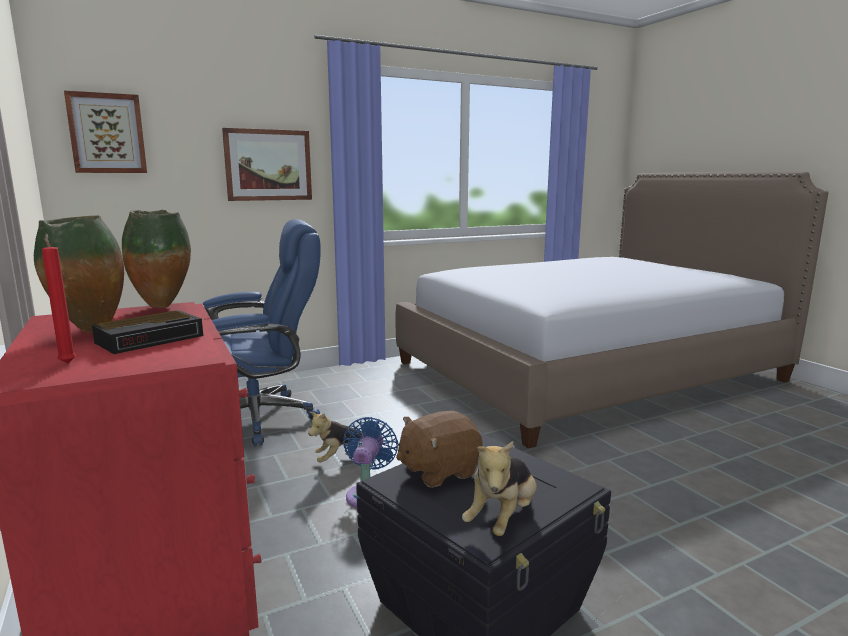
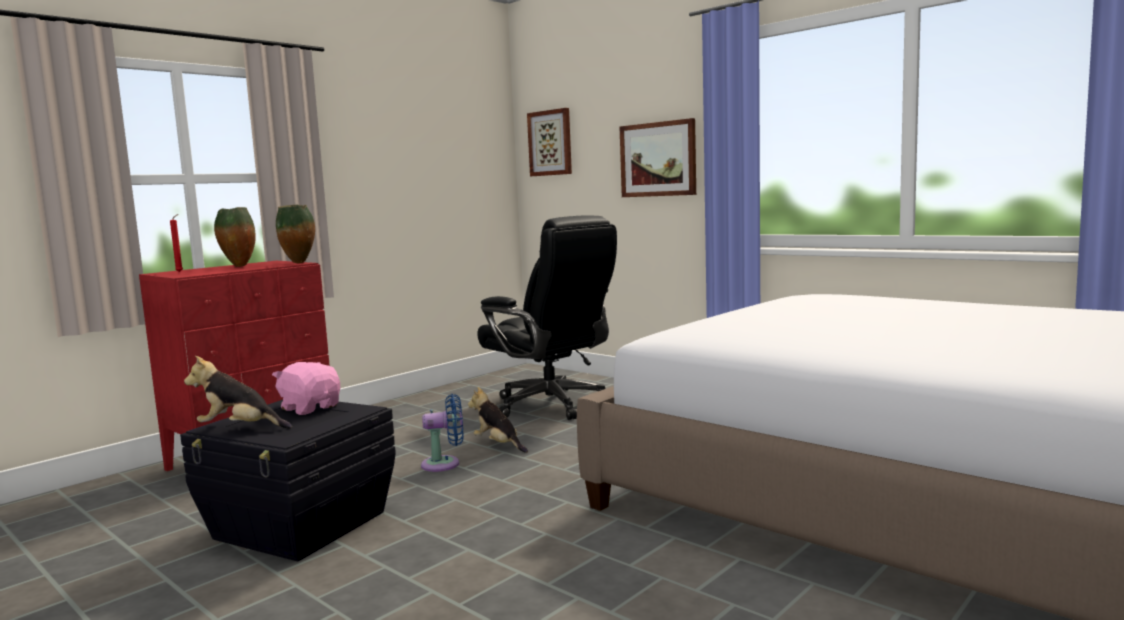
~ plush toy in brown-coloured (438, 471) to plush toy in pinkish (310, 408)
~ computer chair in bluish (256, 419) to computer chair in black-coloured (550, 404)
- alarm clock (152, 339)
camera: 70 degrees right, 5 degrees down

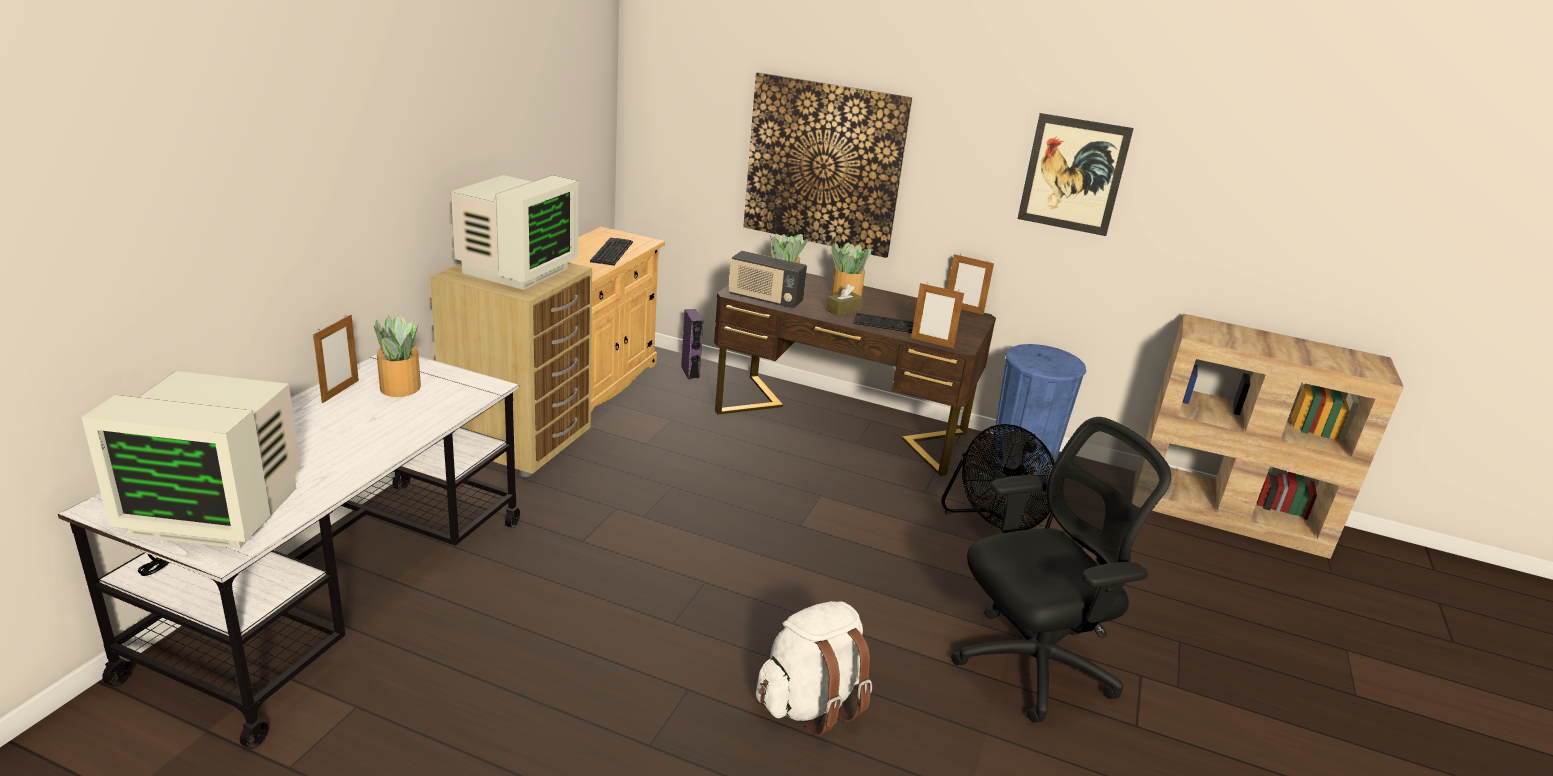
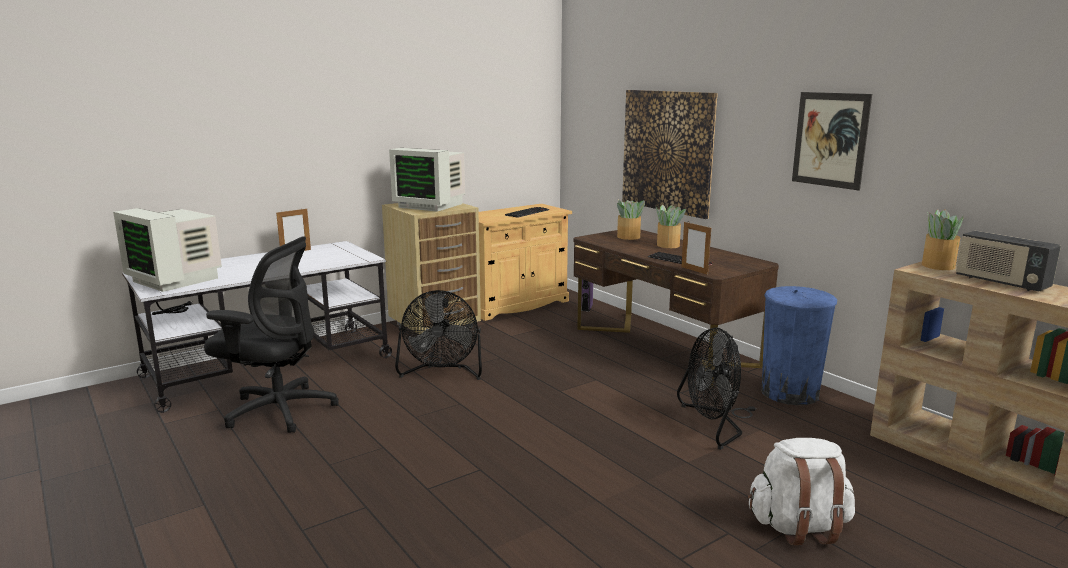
~ computer chair in black-coloured (1026, 669) to (273, 411)
~ computer display (515, 270) = (431, 205) 60 degrees clockwise
+ cooling fan in black-coloured (439, 371)
~ backpack in white-coloured (811, 703) to (799, 527)
~ potted plant (399, 387) to (938, 266)
~ radio set (765, 299) to (1000, 282)
- box of tissues in brown-coloured (843, 310)
- photo frame (963, 309)
camera: 35 degrees right, 10 degrees down

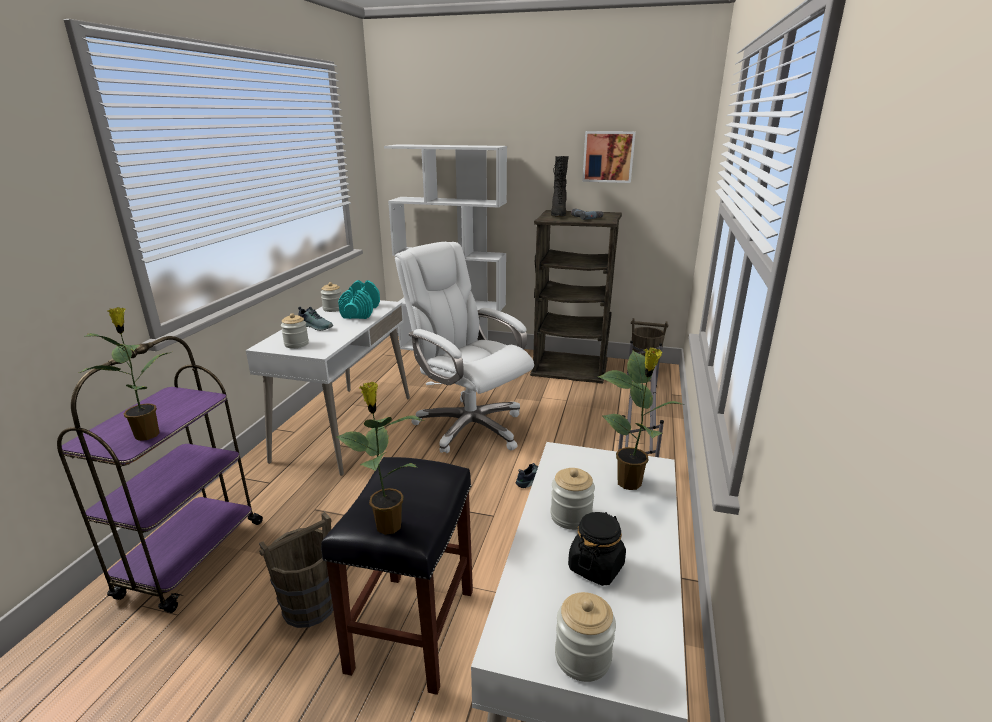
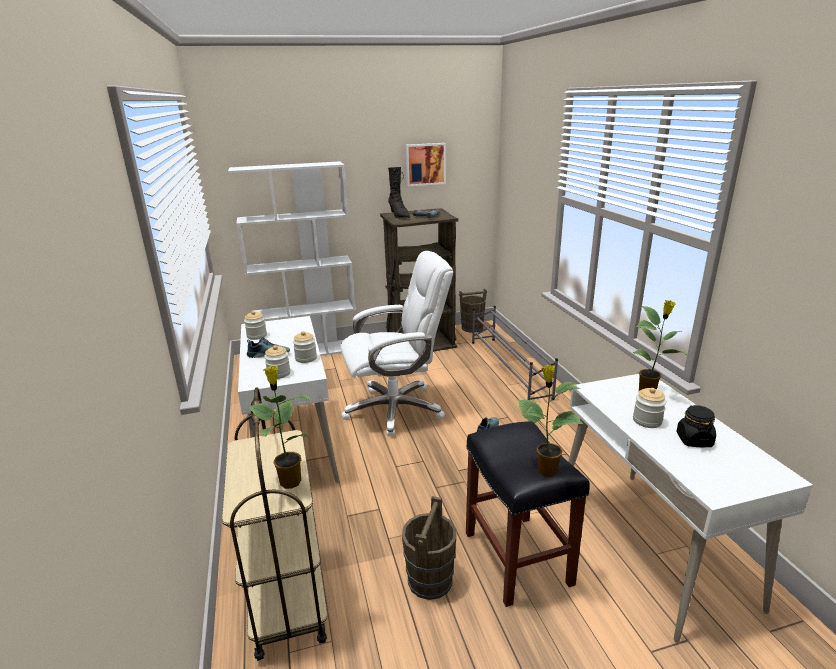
~ trolley in purple-coloured (191, 560) to trolley in sand-coloured (287, 599)
~ jar (582, 657) to (306, 358)
~ computer chair in white-coloured (469, 426) = (396, 409) 150 degrees clockwise
- free weight in turquoise (361, 312)
camera: 30 degrees left, 0 degrees up

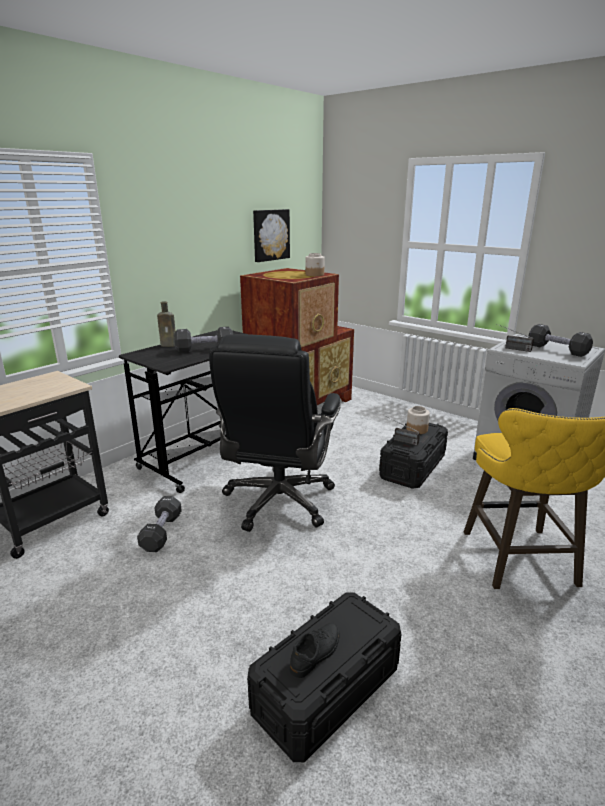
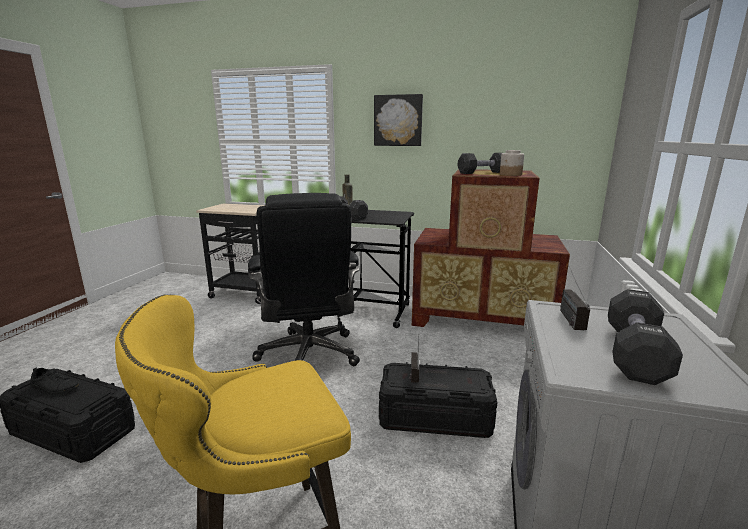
~ computer chair in black-coloured (279, 500) = (309, 354) 90 degrees counterclockwise
~ wall art (270, 235) to (398, 120)
~ free weight in black-coloured (161, 533) to (482, 173)
- jar (416, 429)
camera: 65 degrees right, 5 degrees down

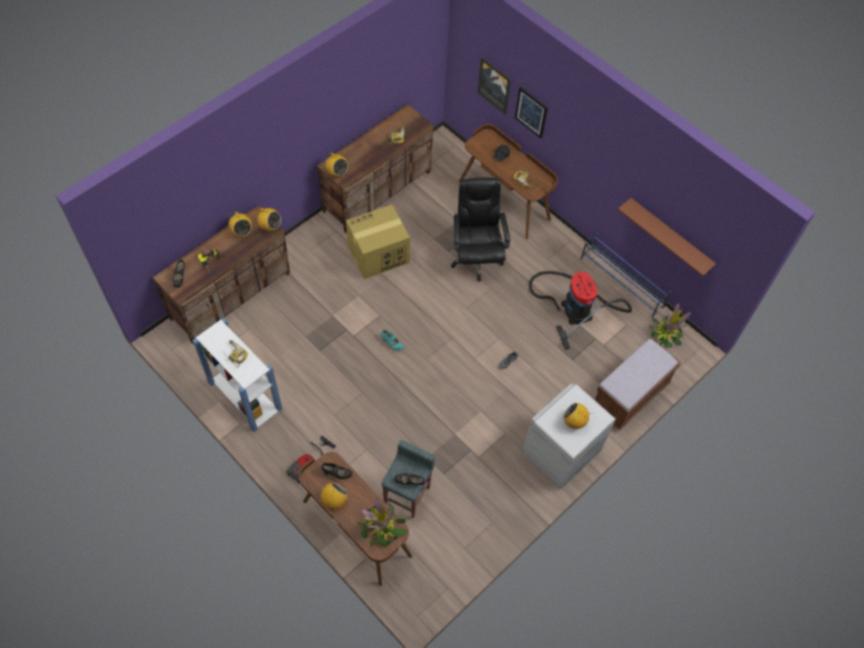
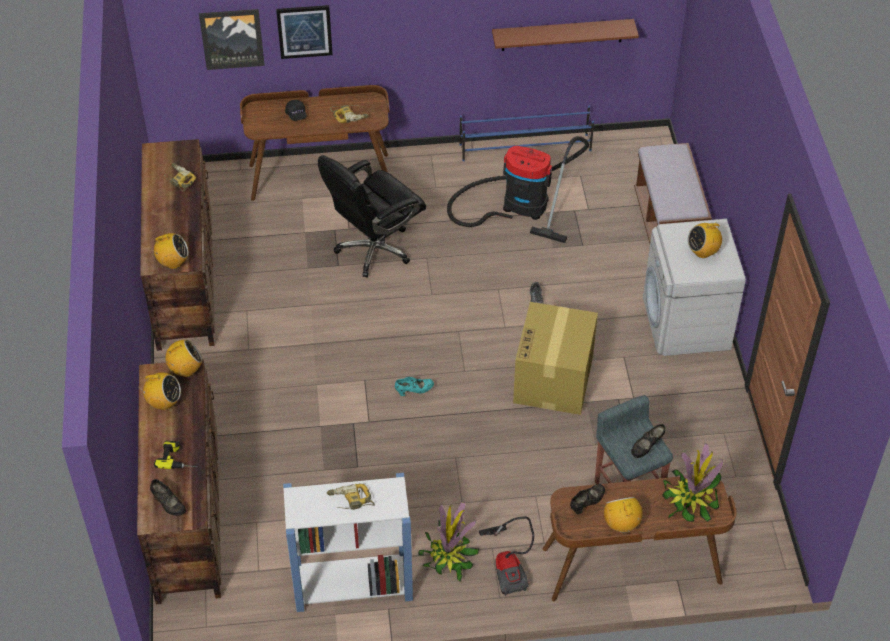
~ computer chair in black-coloured (476, 260) = (375, 248) 75 degrees counterclockwise
~ potted plant (665, 334) to (448, 556)
~ cardboard box (377, 254) to (553, 380)
camera: 50 degrees left, 10 degrees down

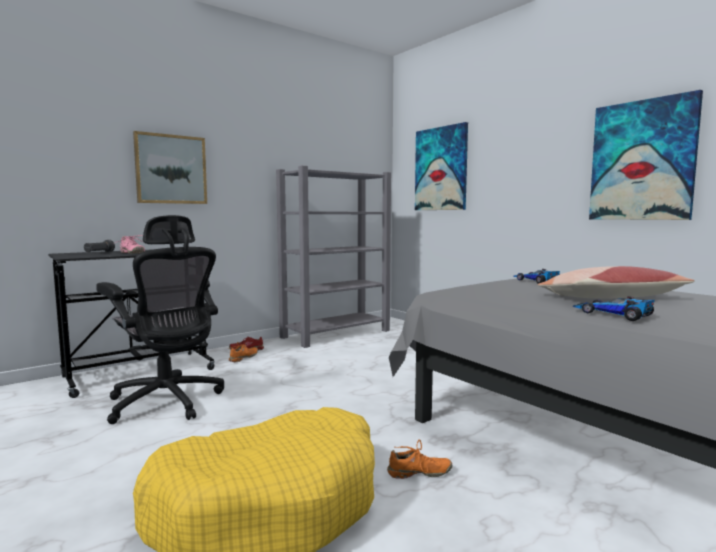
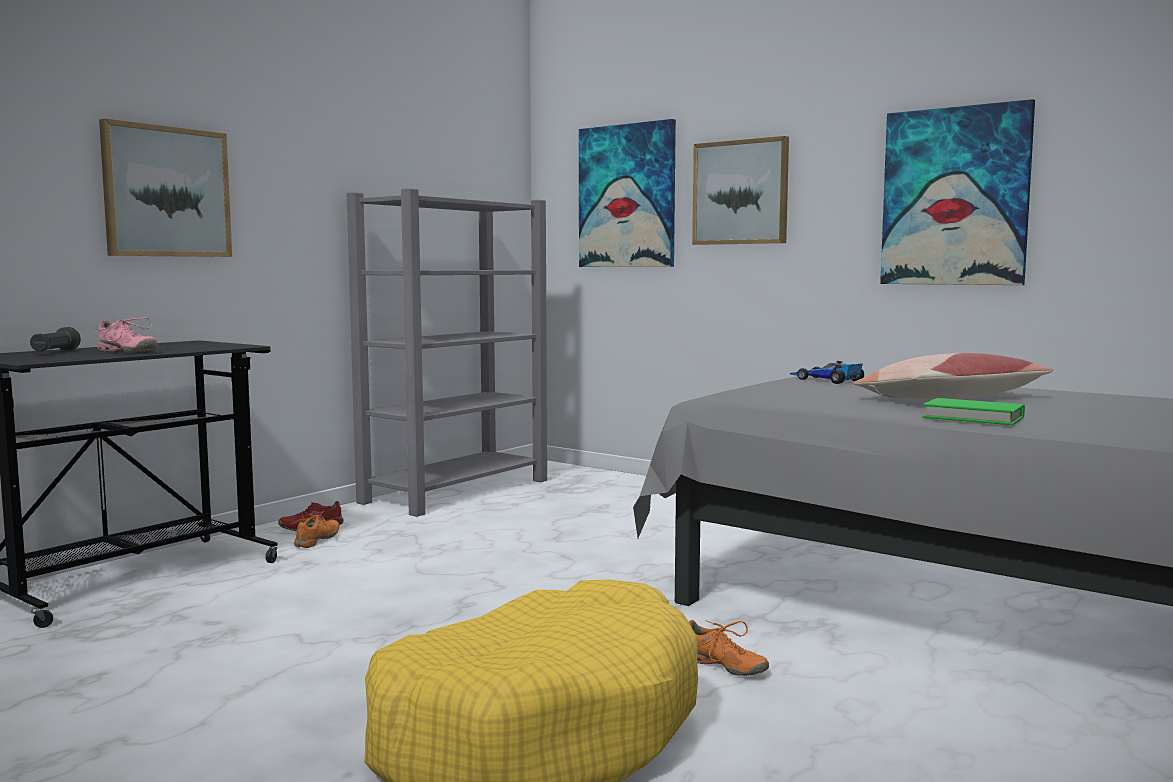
~ shoe in orange-coloured (419, 473) = (723, 666) 60 degrees clockwise
+ wall art (740, 192)
~ toy car (613, 314) to book in greenish (973, 417)
- computer chair (166, 402)
camera: 15 degrees left, 0 degrees up

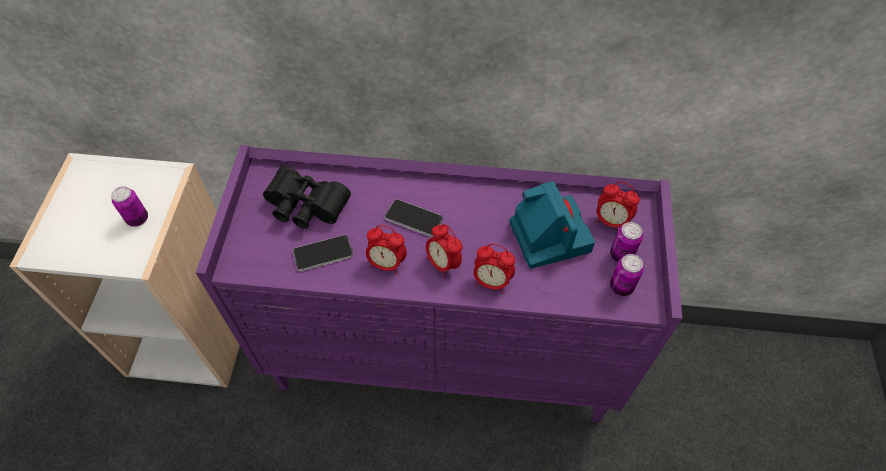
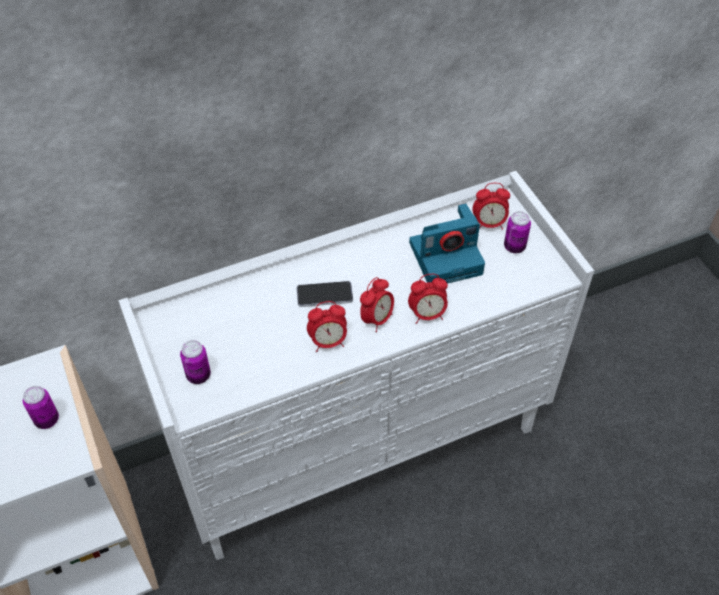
~ dresser in purple-coloured (443, 358) to dresser in white-coloured (359, 447)
~ metal can (621, 286) to (198, 375)
~ alarm clock (443, 263) = (377, 319) 75 degrees counterclockwise
~ still camera (548, 235) = (447, 257) 120 degrees clockwise
- binoculars in black-coloured (305, 208)
- telephone (323, 253)
camera: 30 degrees left, 5 degrees down

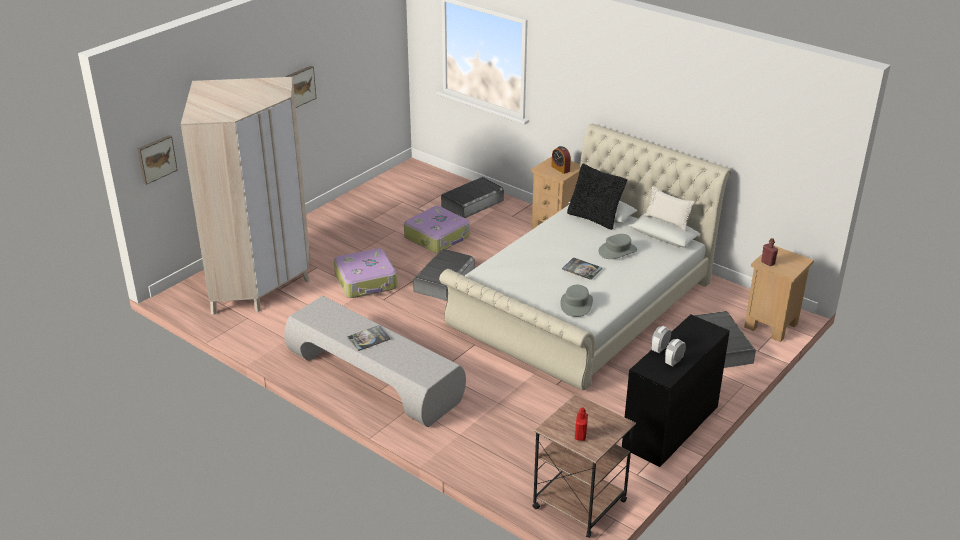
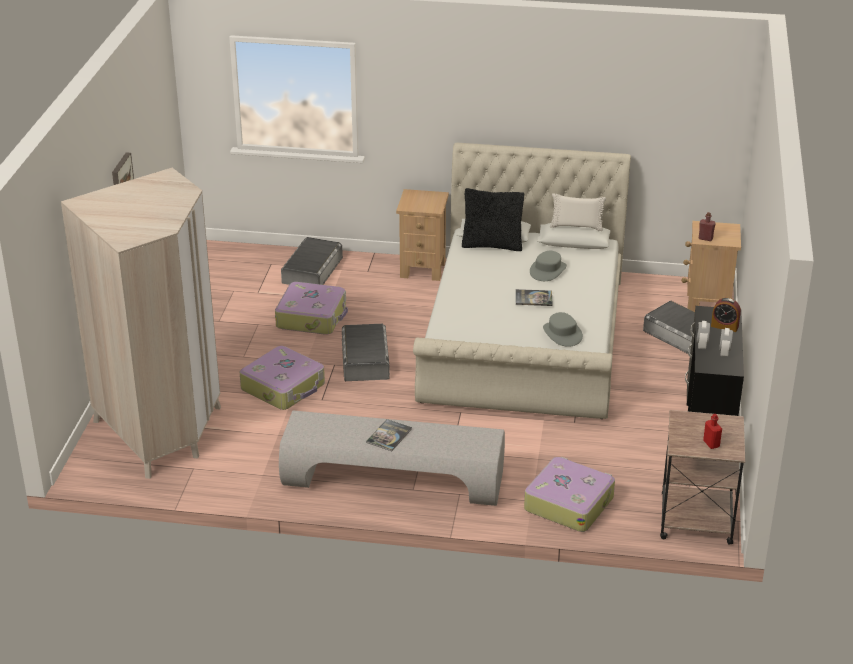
+ piece of luggage (568, 503)
~ alarm clock (560, 169) to (724, 326)
- wall art (156, 159)
camera: 30 degrees left, 0 degrees up

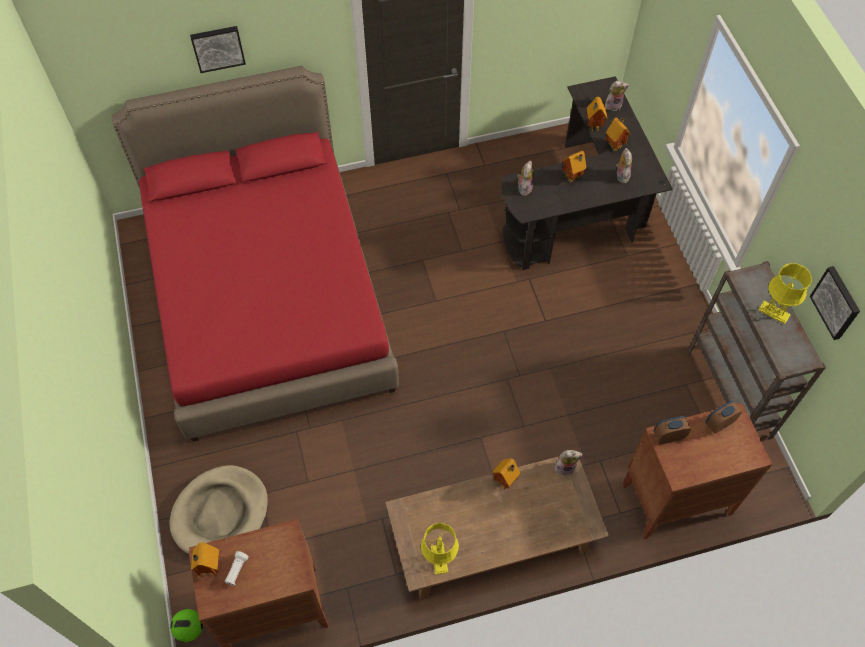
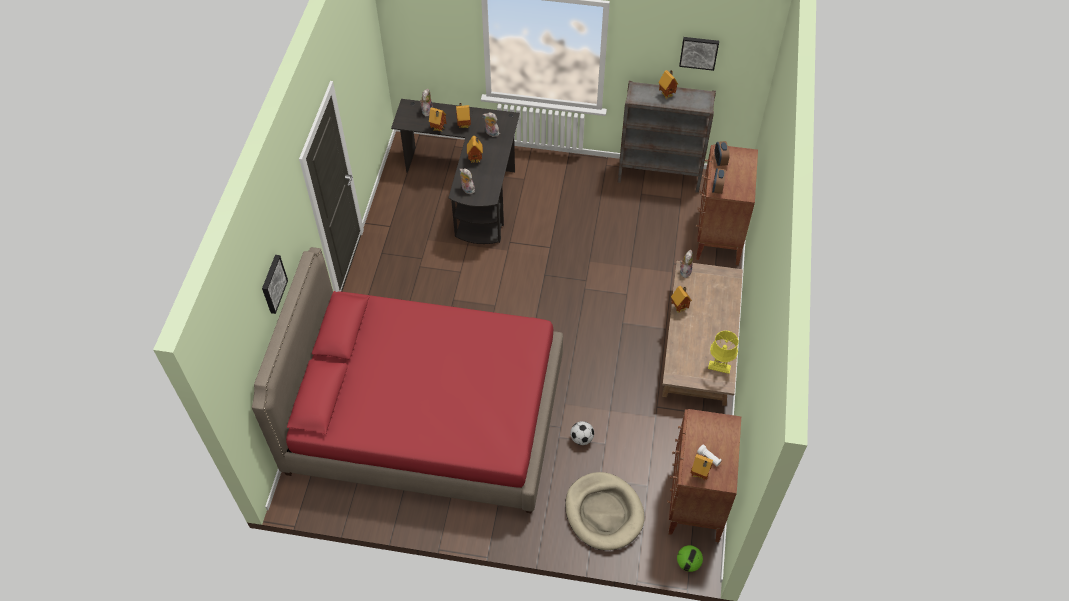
+ football ball (581, 438)
~ table lamp in yellow-coloured (774, 312) to miniature house (667, 95)
camera: 65 degrees left, 5 degrees down

